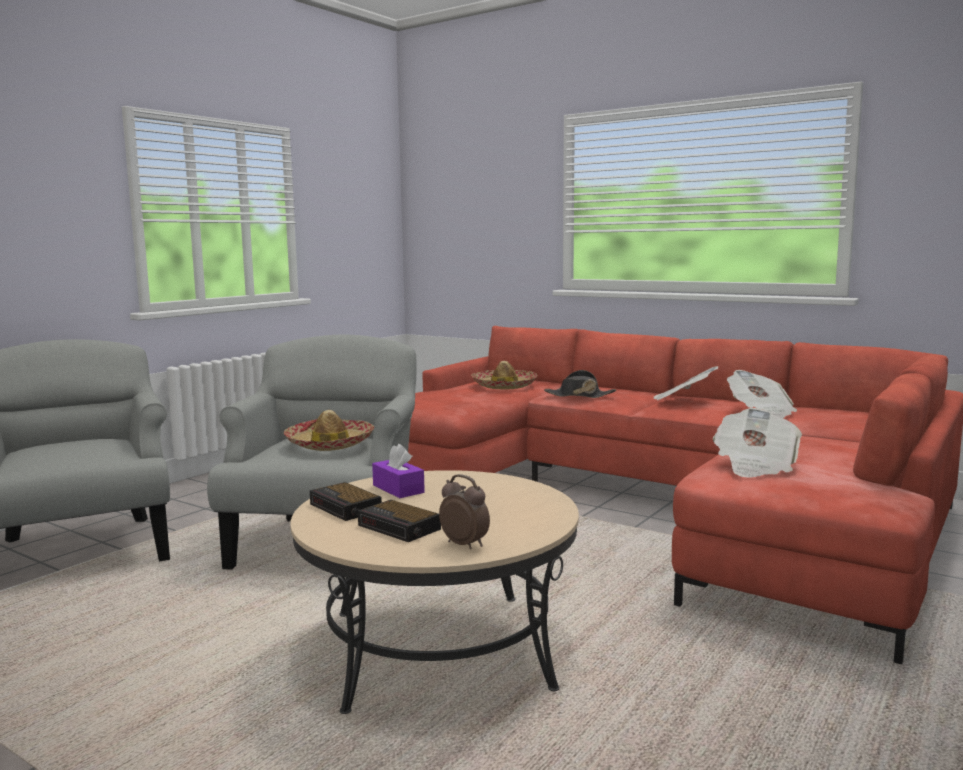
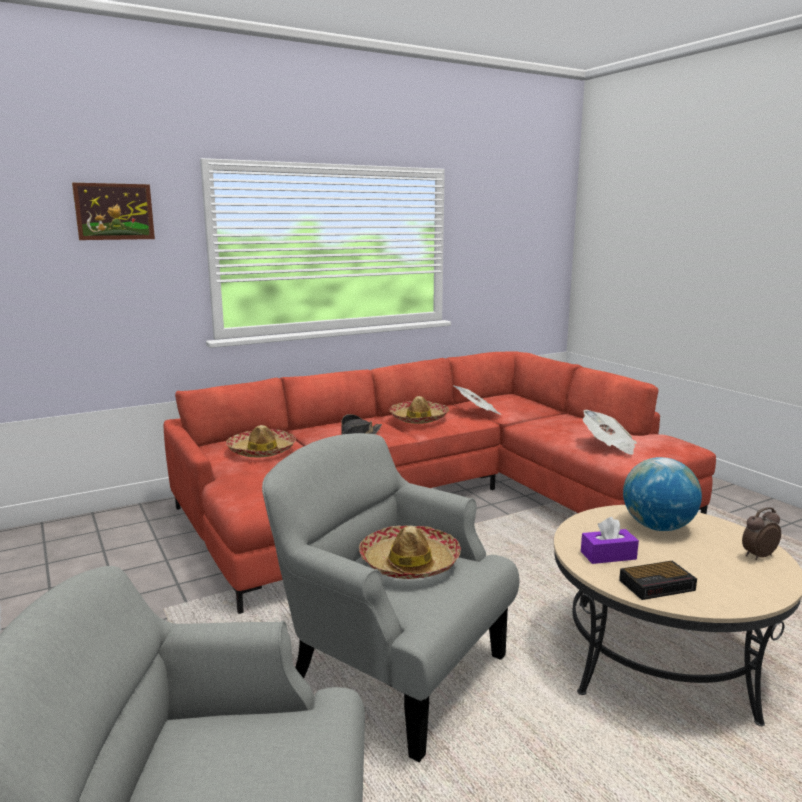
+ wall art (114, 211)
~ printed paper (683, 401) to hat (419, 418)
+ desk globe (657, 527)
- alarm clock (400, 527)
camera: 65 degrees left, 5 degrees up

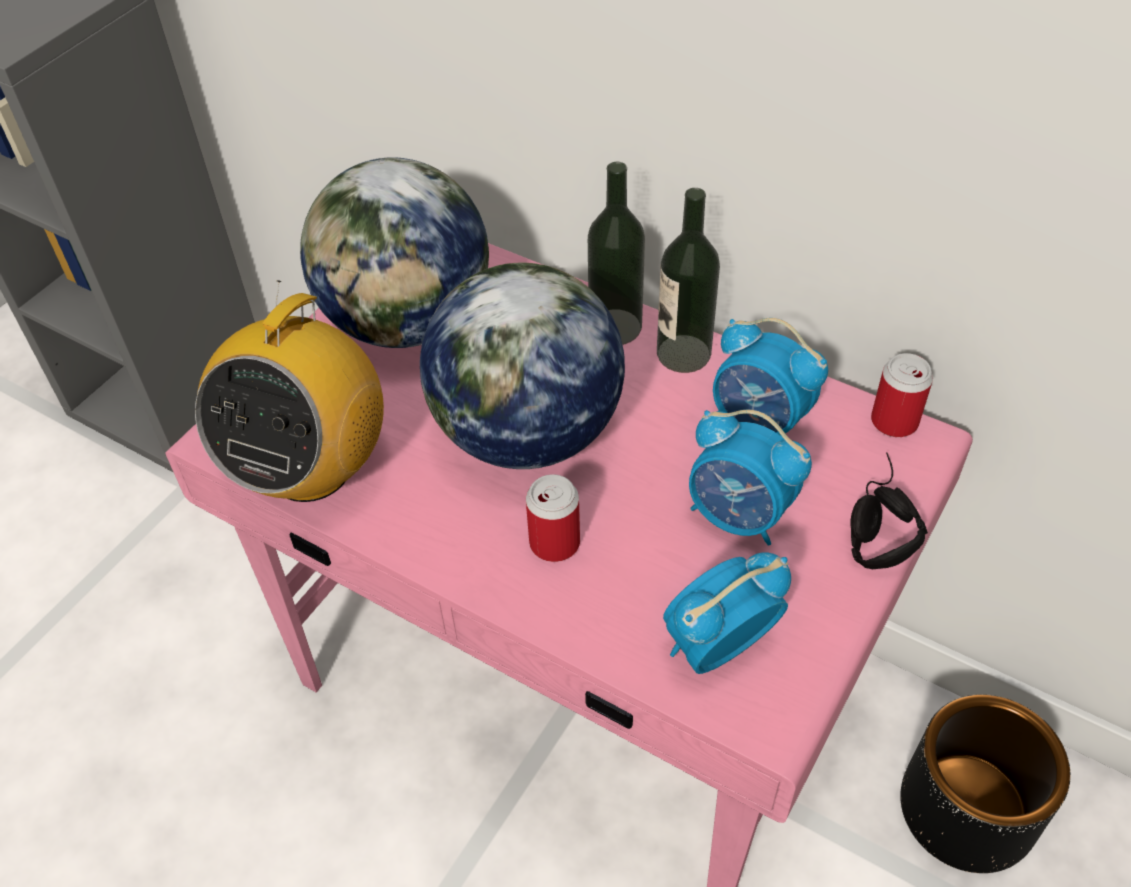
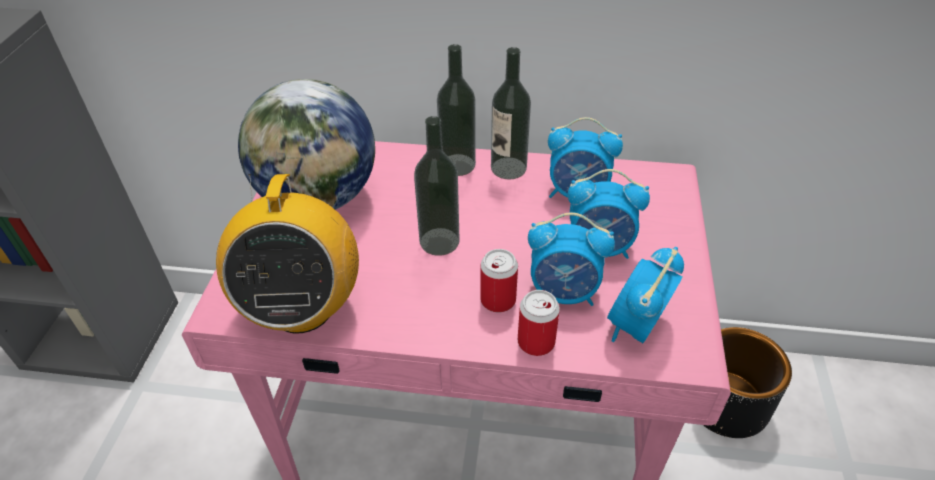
~ desk globe (526, 434) to drink bottle (439, 241)
~ metal can (894, 421) to (536, 342)
+ alarm clock (564, 292)
- headset in black-coloured (872, 520)
camera: 25 degrees left, 5 degrees down

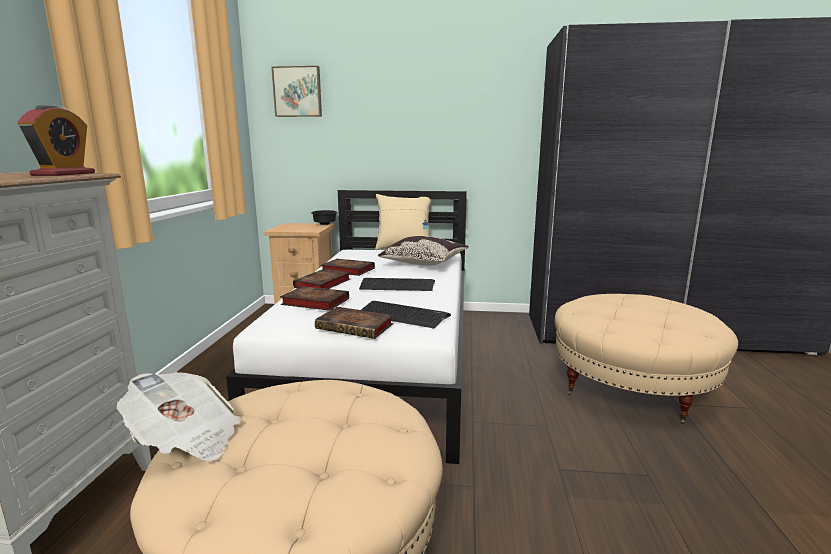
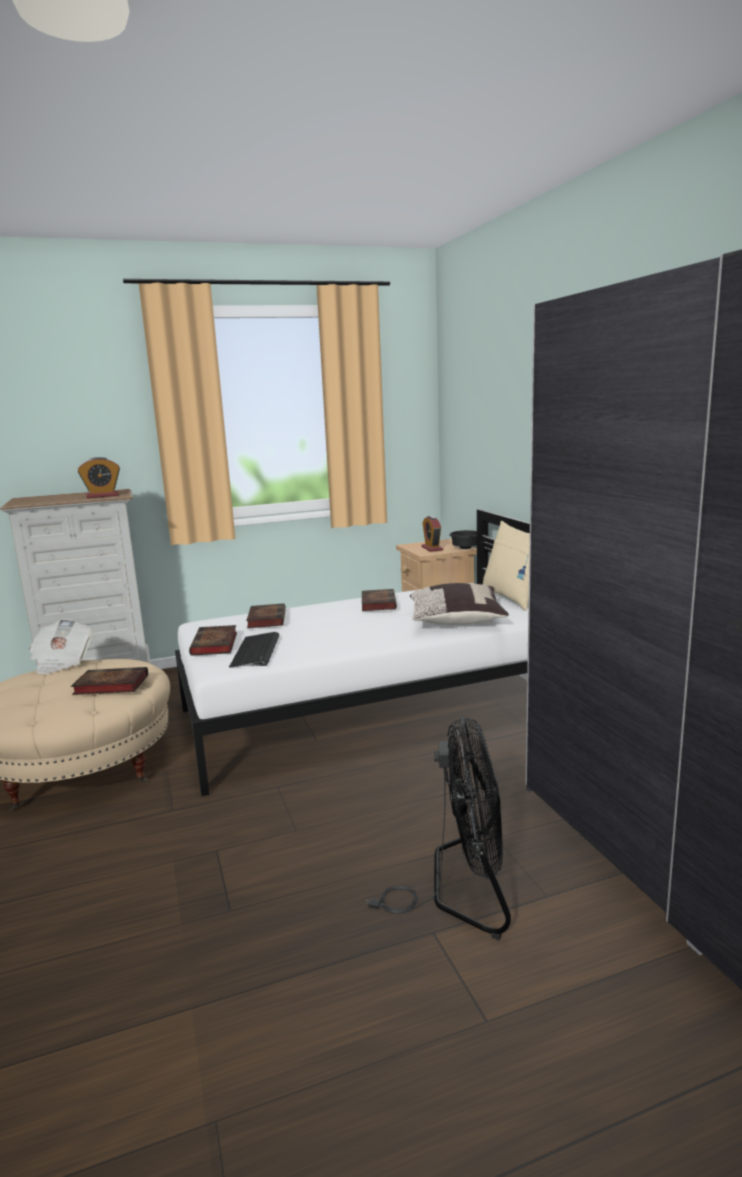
~ book (322, 284) to (109, 685)
~ pouffe in sand-coloured (631, 385) to cooling fan in black-coloured (459, 883)
+ alarm clock (432, 548)
- wall art (298, 92)
- computer keyboard (397, 286)
camera: 65 degrees right, 0 degrees up

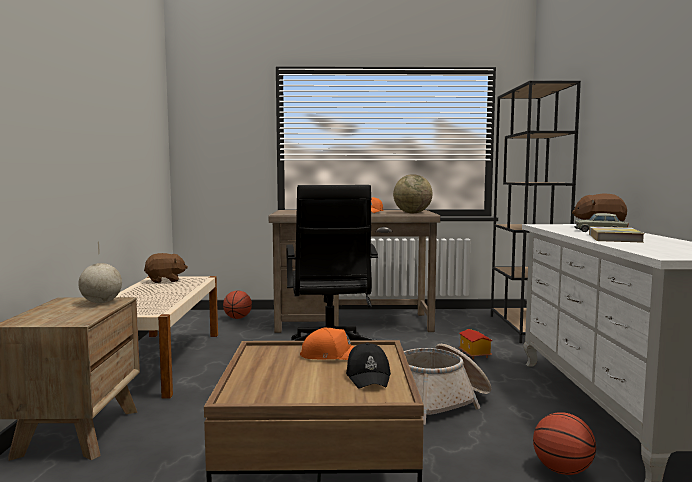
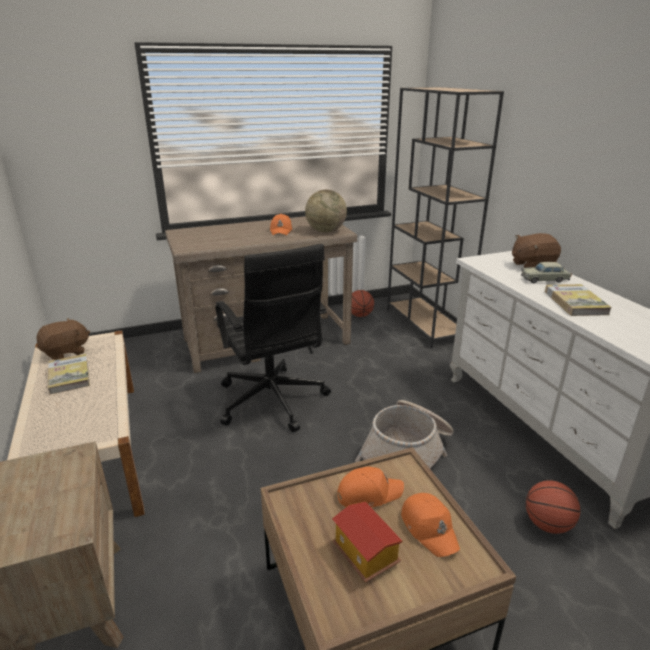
+ book (69, 376)
~ miniature house (474, 354) to (364, 555)
~ basketball ball (237, 318) to (360, 315)
~ baseball cap in black-coloured (368, 376) to baseball cap in orange-coloured (429, 528)
- desk globe (101, 302)
camera: 20 degrees left, 20 degrees up

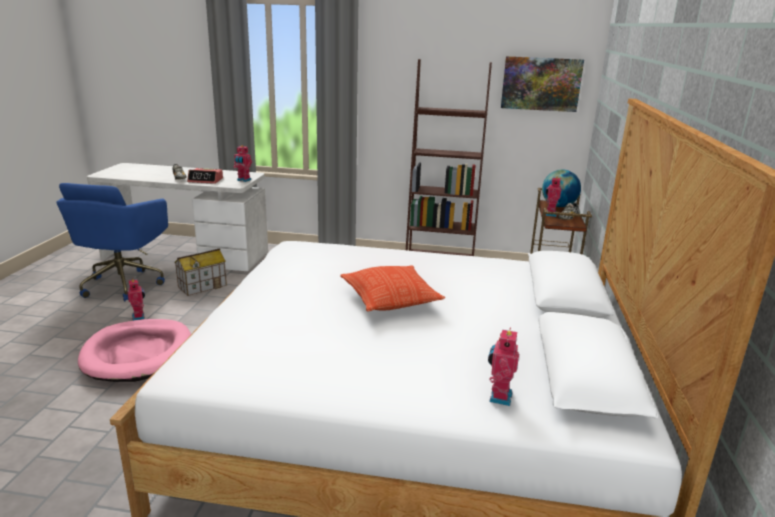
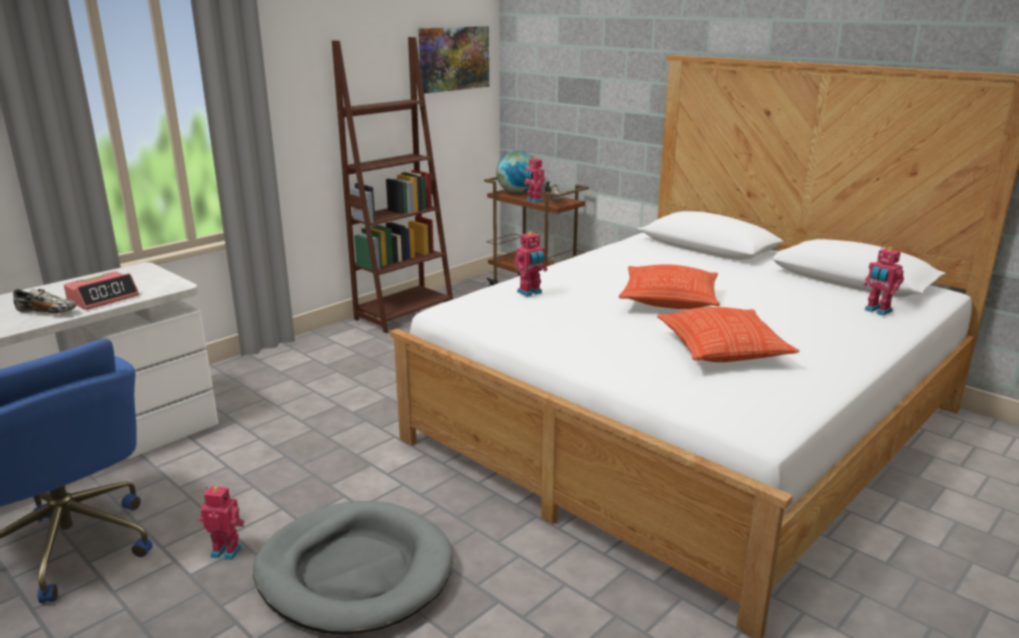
~ dog cushion in pinkish (138, 354) to dog cushion in greyish (355, 572)
~ model robot (243, 180) to (530, 293)
+ pillow in orange-coloured (723, 351)
- miniature house (202, 286)
camera: 55 degrees left, 0 degrees up

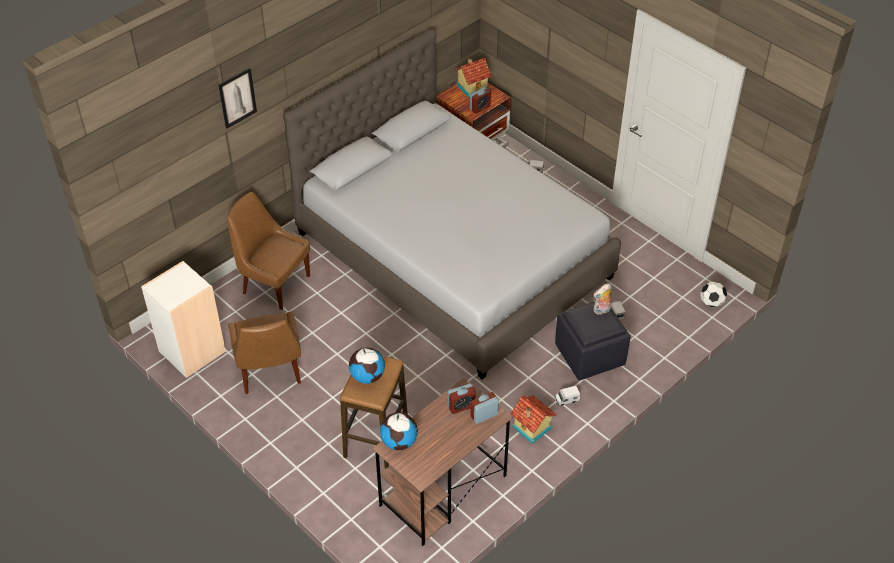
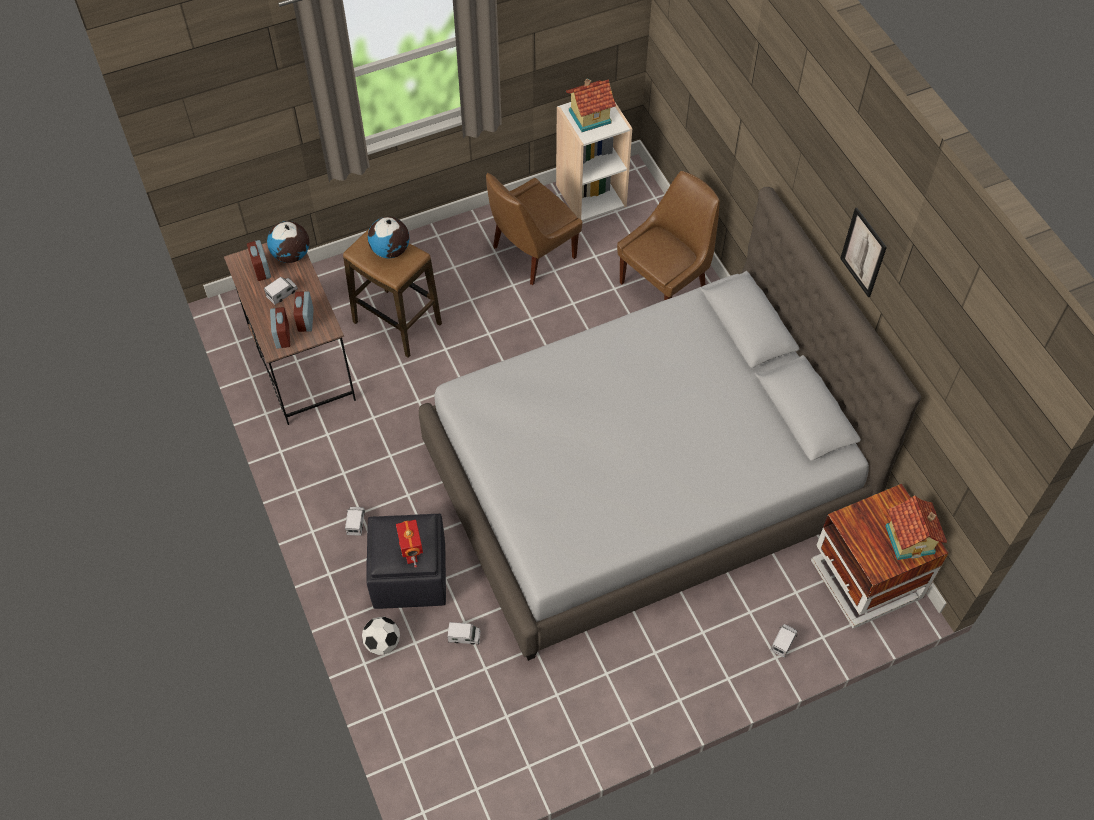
~ alarm clock (480, 108) to (261, 269)
+ model truck (282, 294)
~ football ball (711, 303) to (383, 643)
~ plush toy (601, 310) to model robot (412, 555)
~ chair in brown-coloured (270, 372) = (531, 254) 45 degrees counterclockwise
~ miniature house (531, 428) to (589, 116)
~ wall art (237, 98) to (863, 252)
camera: 110 degrees right, 10 degrees up

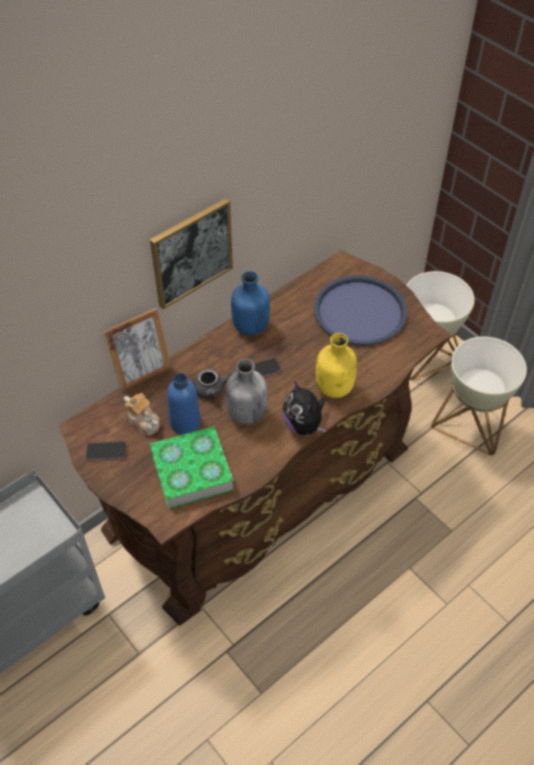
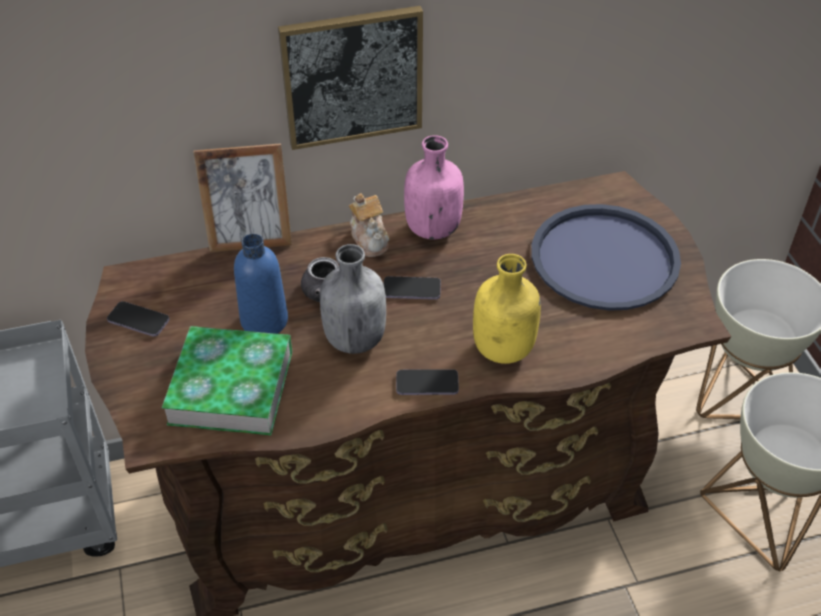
~ tea pot (144, 421) to (370, 239)
~ plush toy (304, 425) to telephone (427, 384)
~ drink bottle in bluish (250, 326) to drink bottle in pinkish (432, 228)
camera: 25 degrees right, 5 degrees down

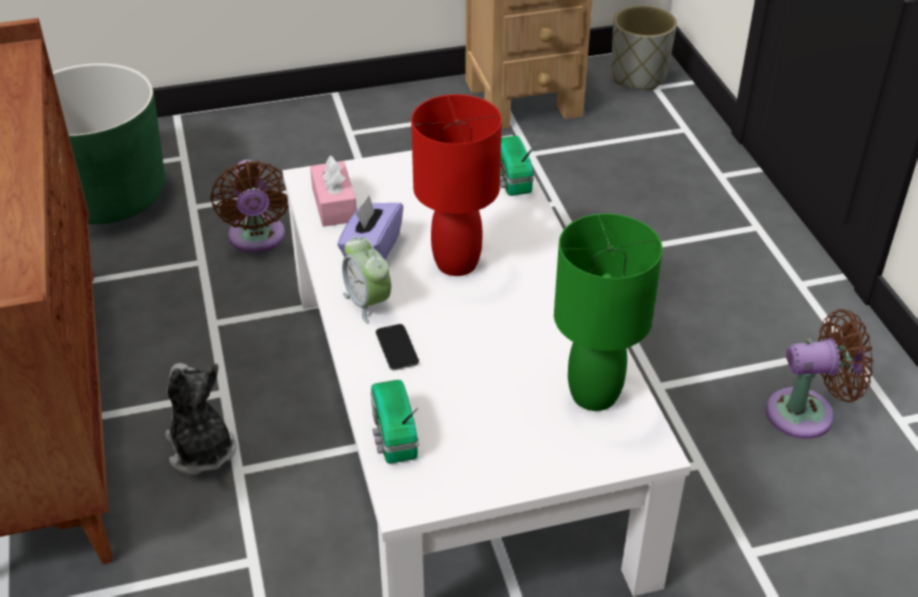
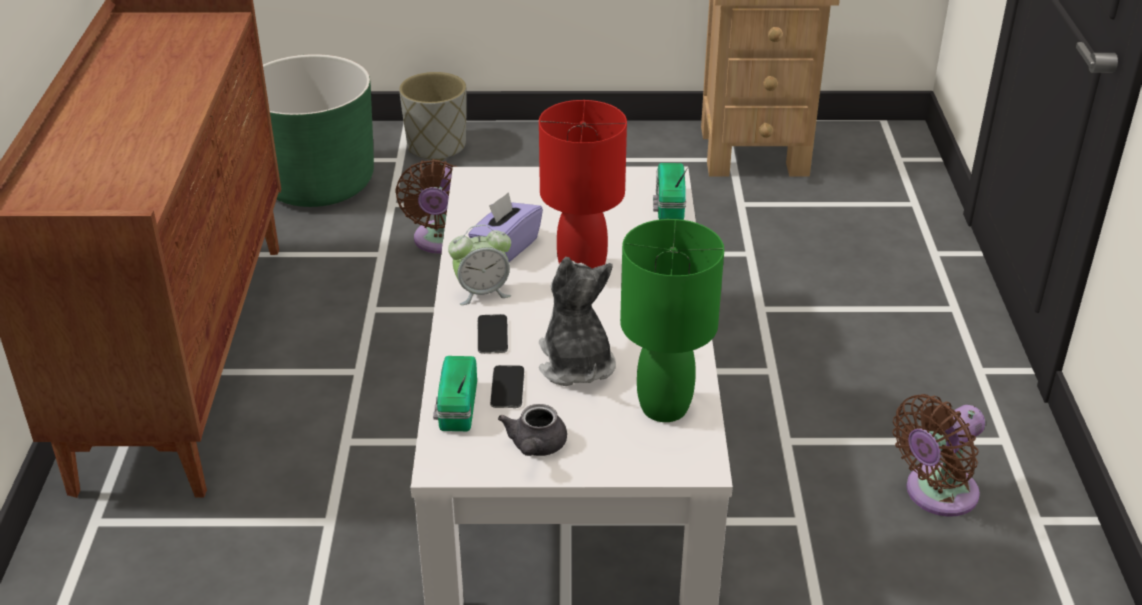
~ plant pot in greyish (638, 76) to (436, 146)
~ alarm clock (368, 303) = (482, 292) 90 degrees counterclockwise
+ telephone (507, 388)
+ tea pot in greyish (535, 447)
~ plush toy (201, 450) to (575, 364)
~ cooling fan in brown-coloured (807, 413) = (936, 494) 135 degrees clockwise
- box of tissues in pinkish (334, 205)
camera: 15 degrees right, 5 degrees down

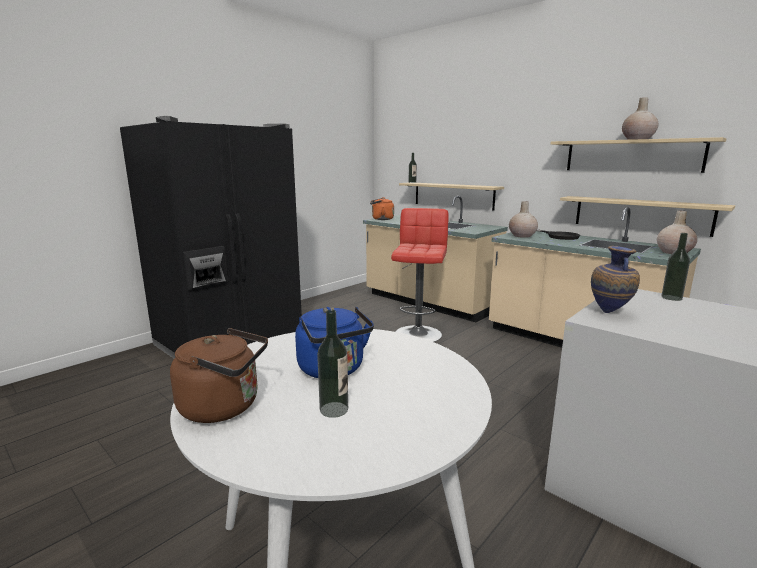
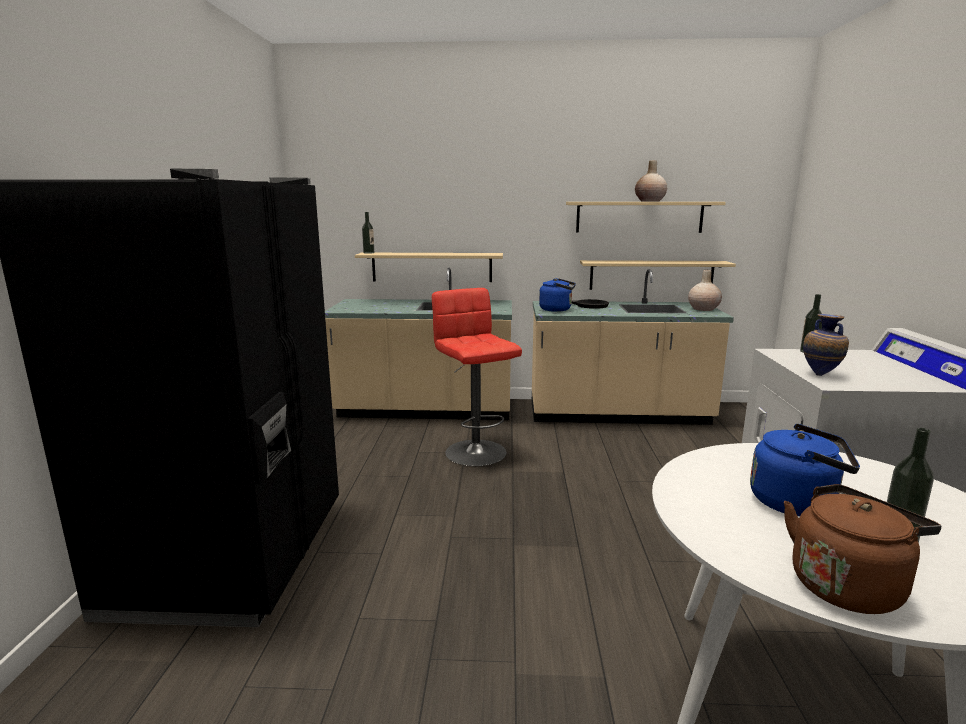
~ vase in sand-coloured (522, 236) to water kettle in bluish (557, 309)
- water kettle in orange-coloured (381, 219)
camera: 40 degrees left, 0 degrees up

